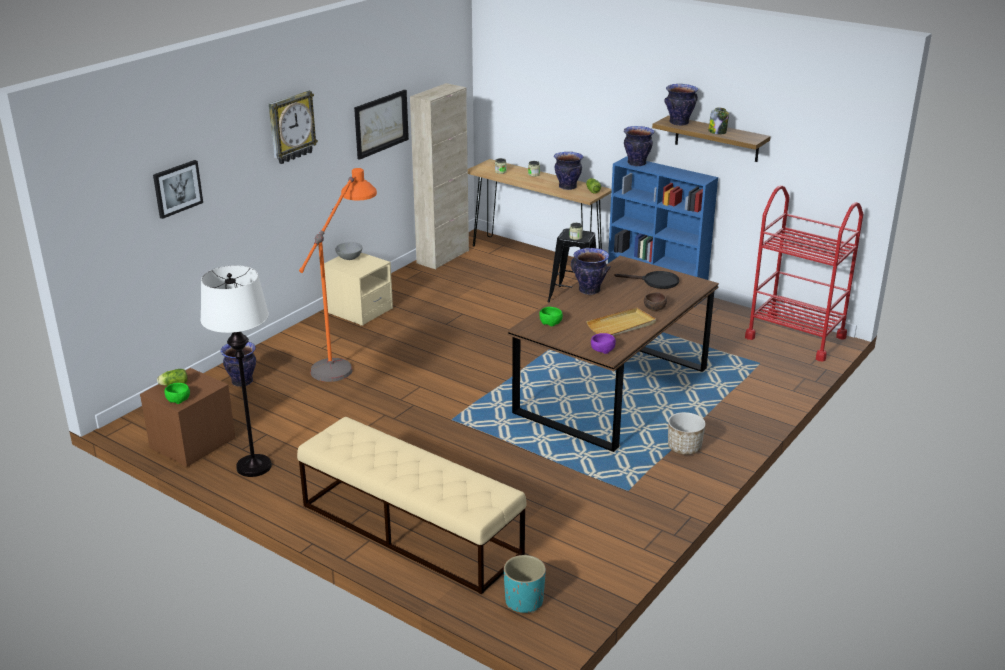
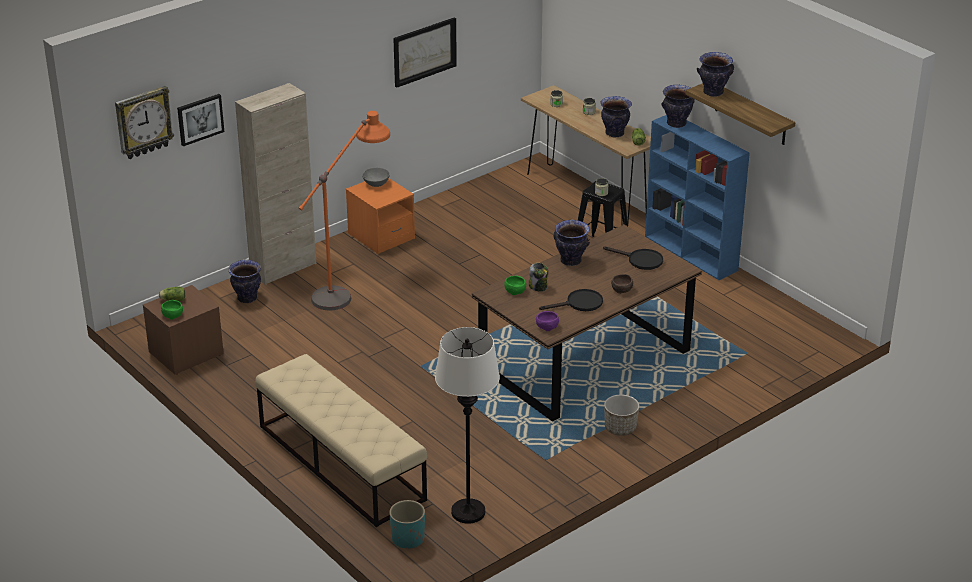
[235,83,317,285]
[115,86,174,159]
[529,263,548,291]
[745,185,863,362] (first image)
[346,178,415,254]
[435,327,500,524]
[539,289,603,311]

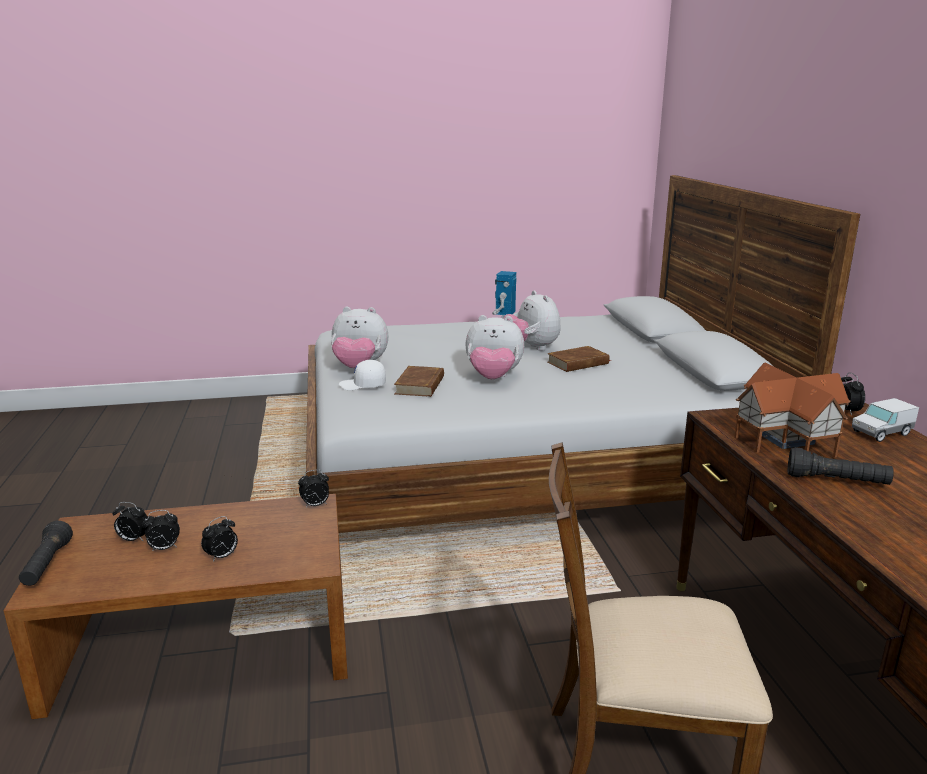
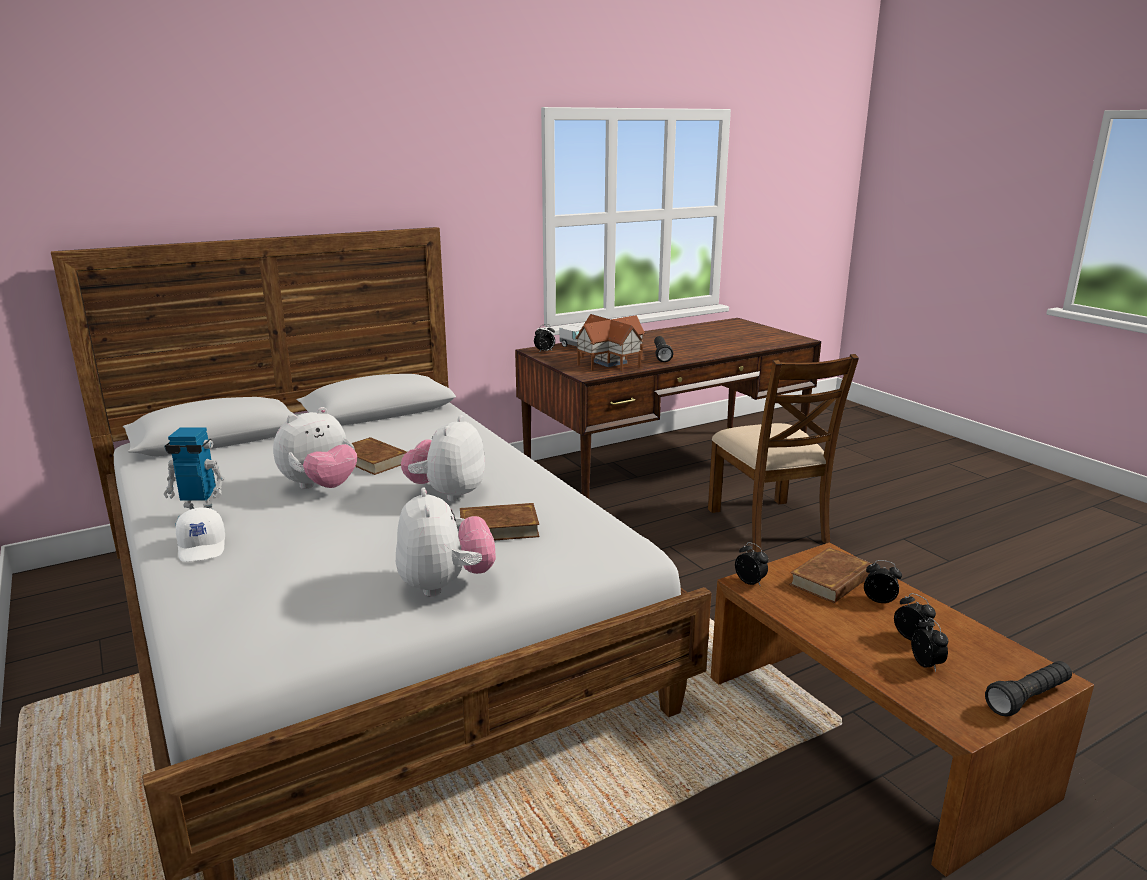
[401,415,485,502]
[176,507,225,562]
[789,547,873,603]

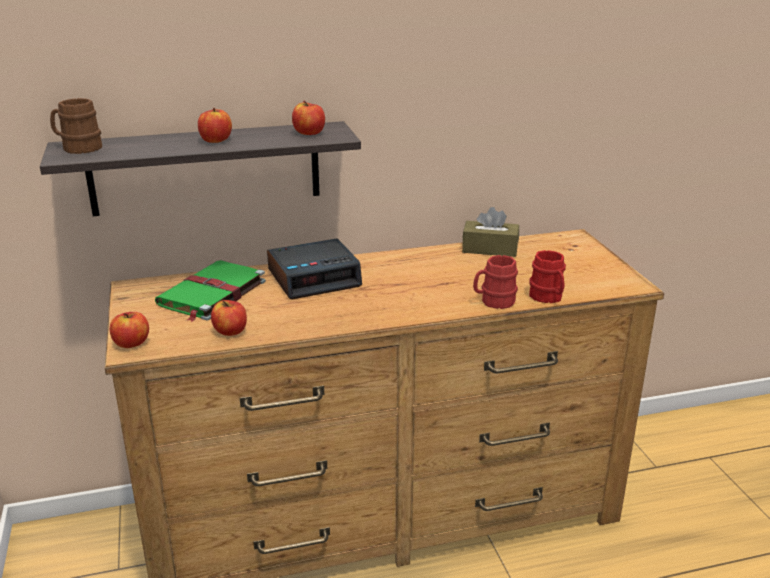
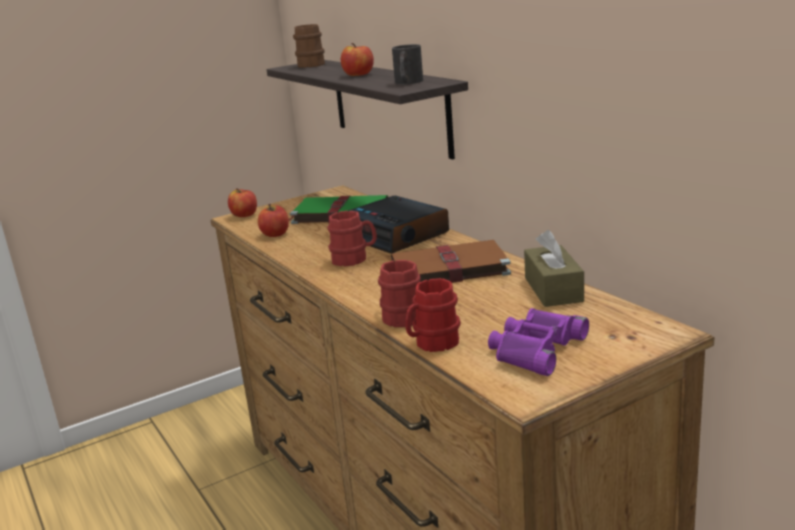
[392,44,423,84]
[328,211,377,267]
[391,240,511,283]
[488,308,589,376]

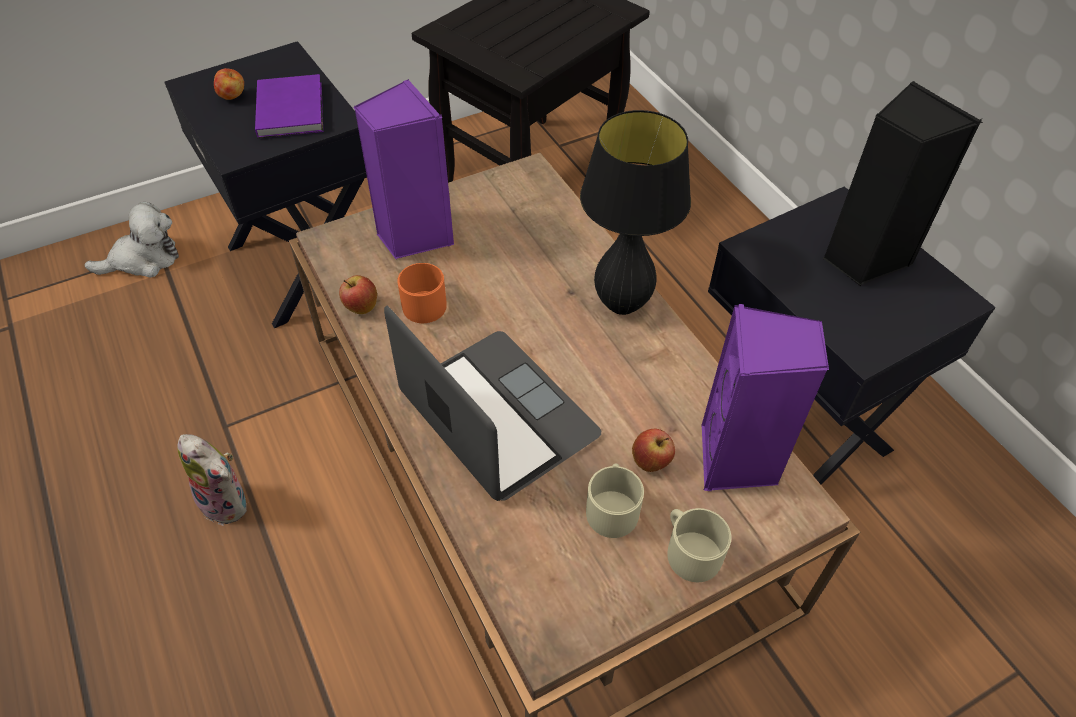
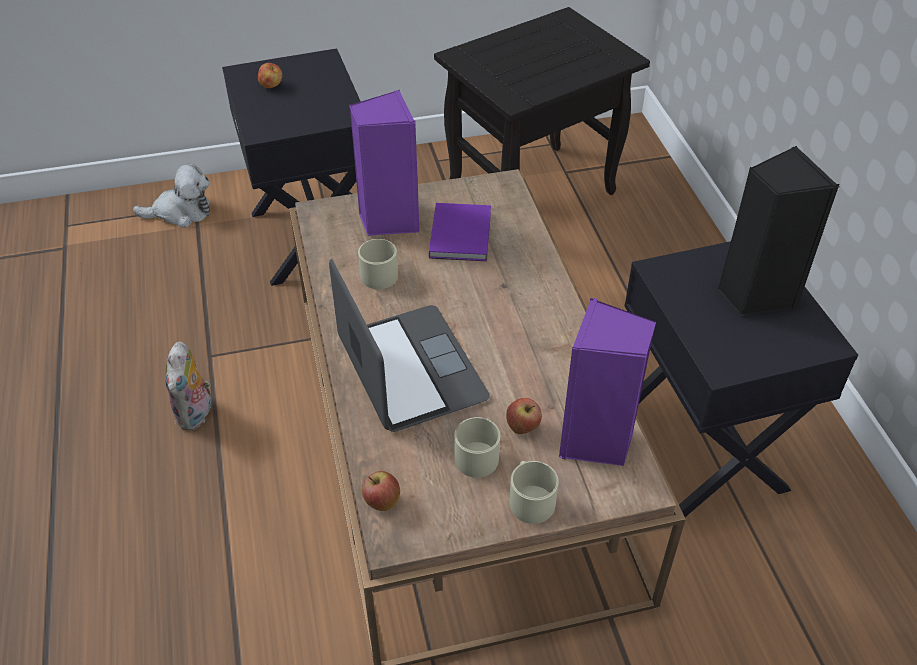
[429,203,491,261]
[580,110,691,315] (first image)
[358,239,398,289]
[362,471,400,511]
[165,342,211,431]

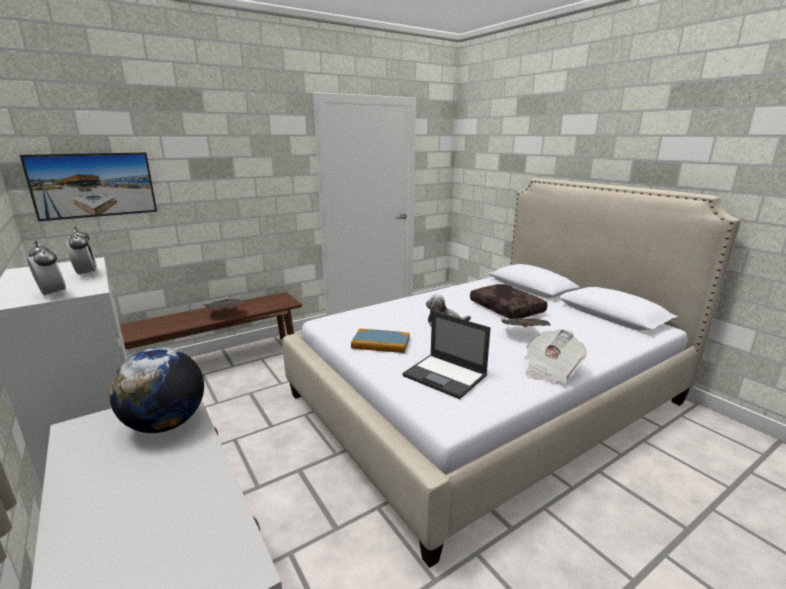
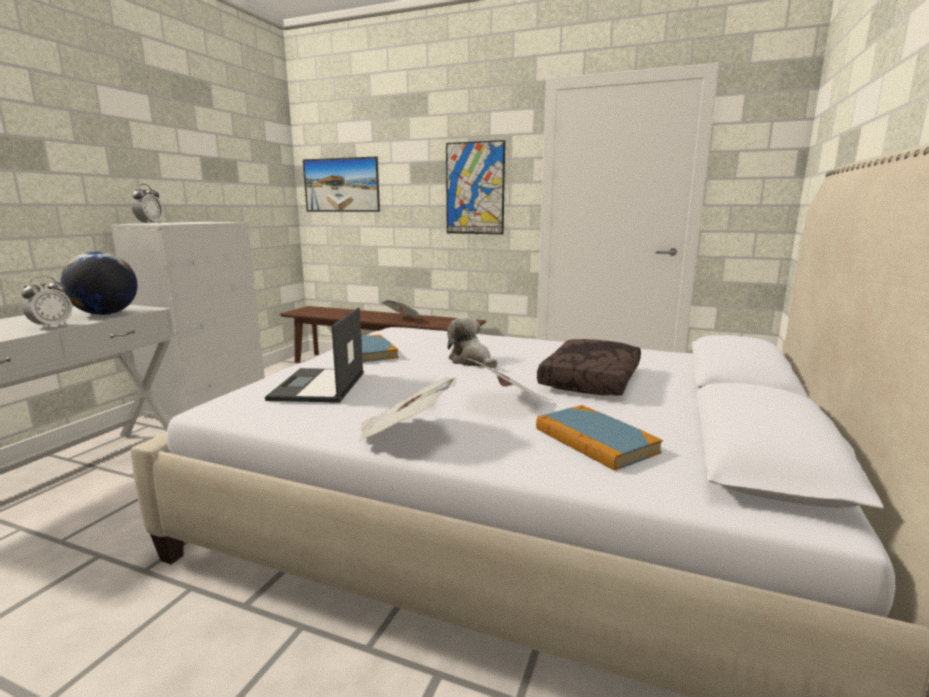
[21,276,72,329]
[446,140,505,234]
[536,405,663,471]

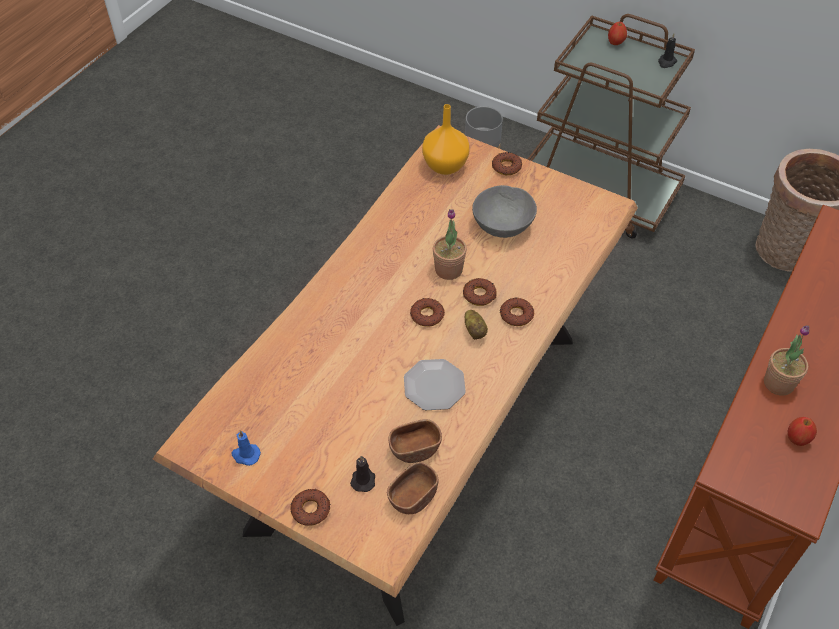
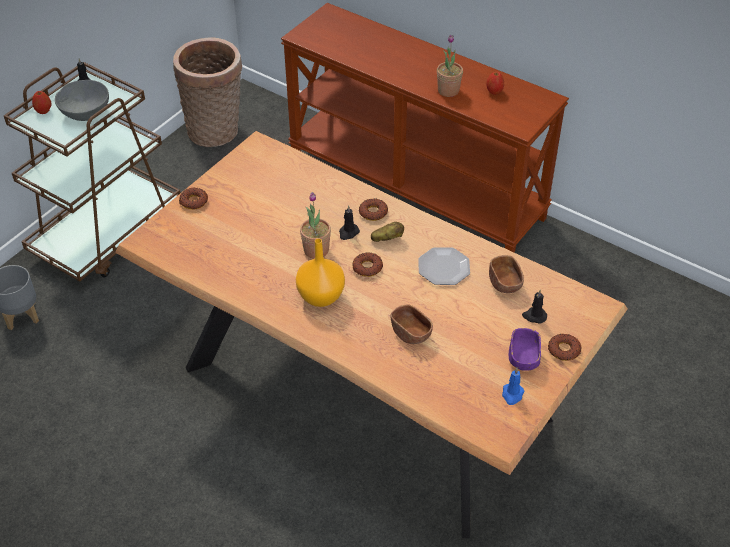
[296,238,345,307]
[55,80,109,121]
[339,205,360,240]
[390,304,433,344]
[509,328,541,371]

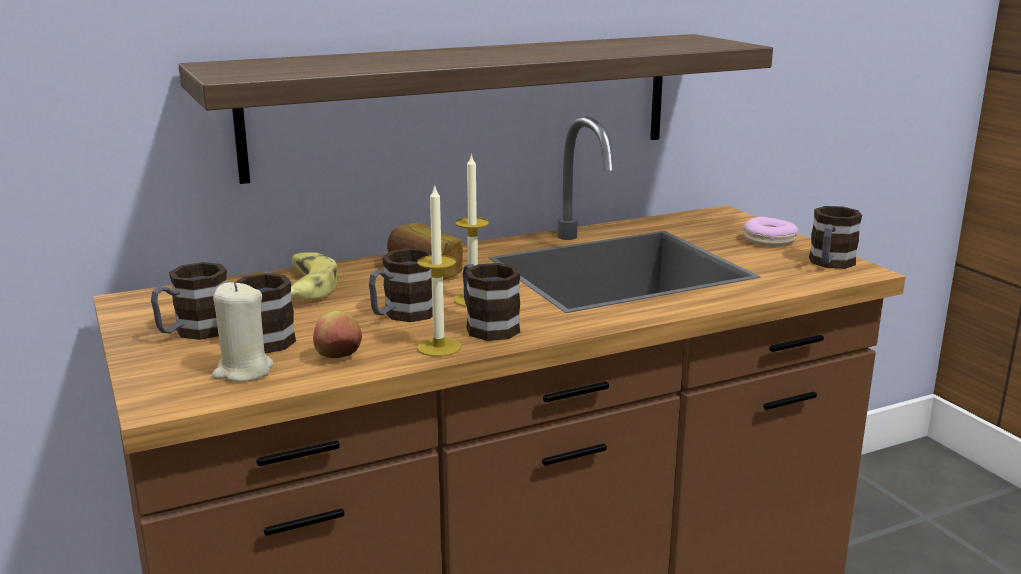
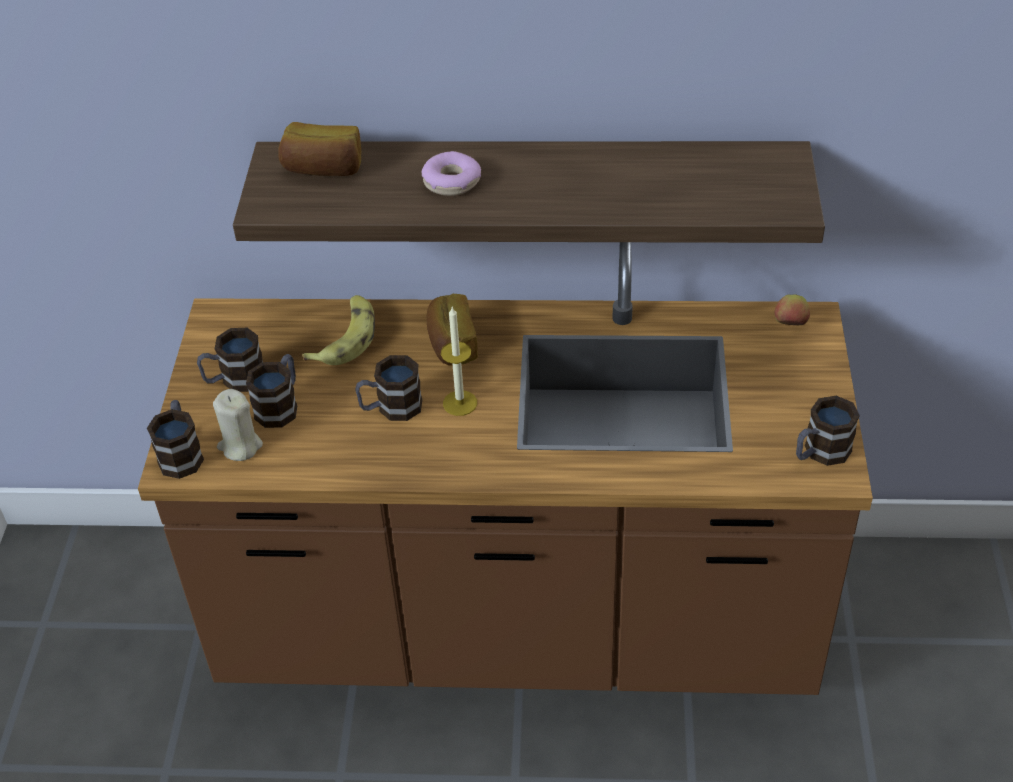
[417,184,461,357] (first image)
[422,151,481,196]
[147,400,204,479]
[774,294,810,325]
[278,122,361,176]

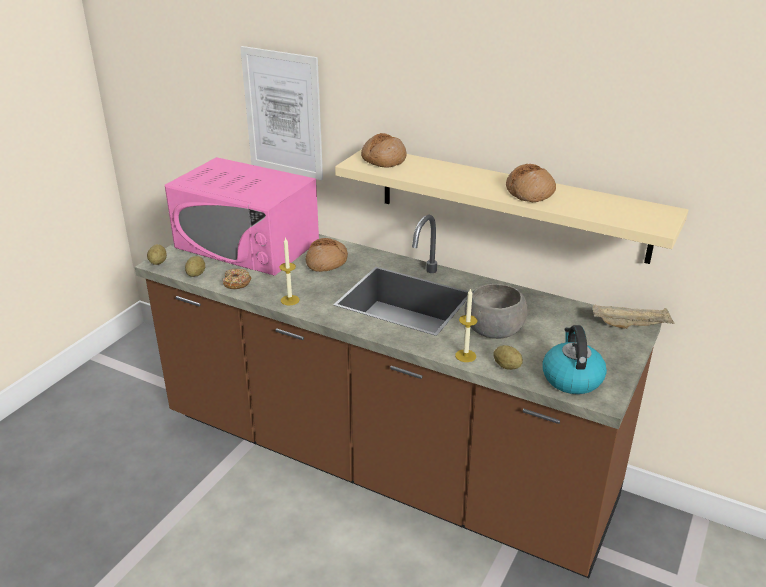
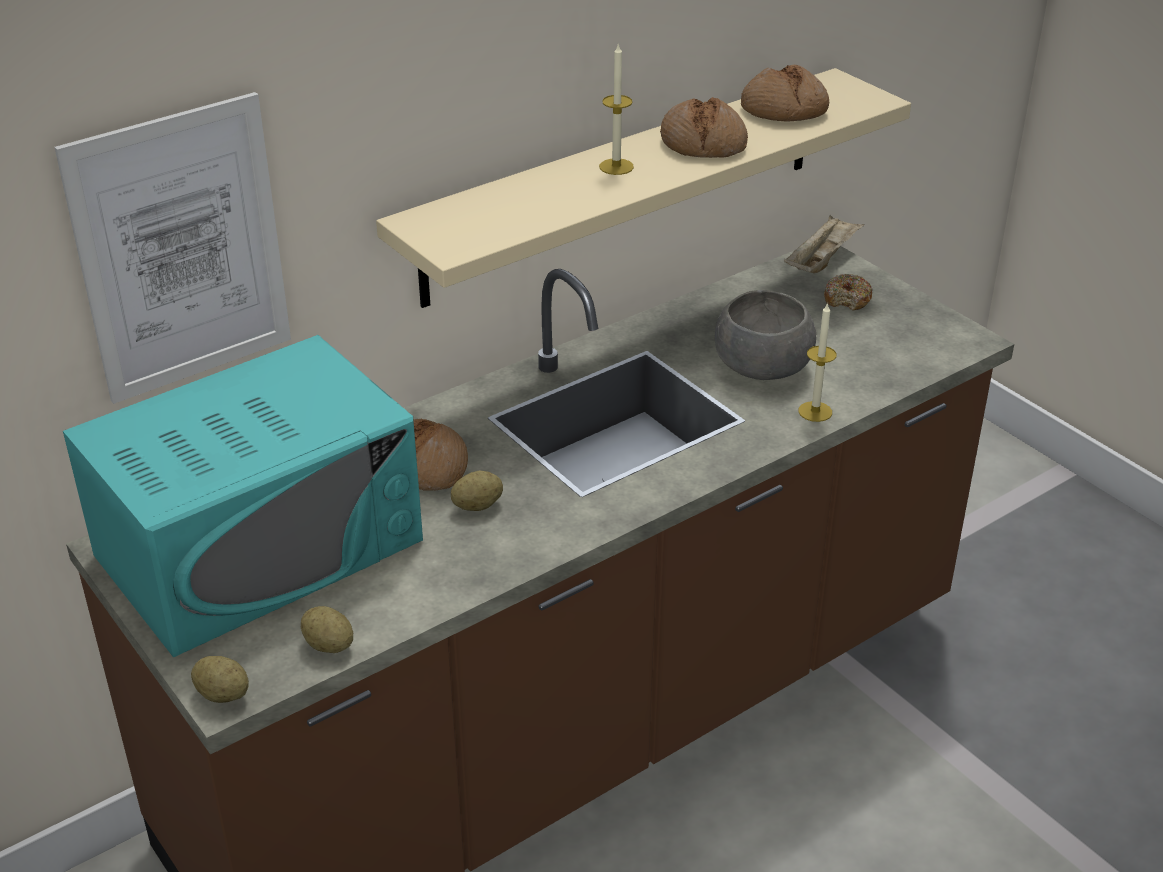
[741,65,829,121]
[63,335,423,658]
[599,43,634,175]
[824,274,873,311]
[543,325,607,394] (first image)
[451,470,503,511]

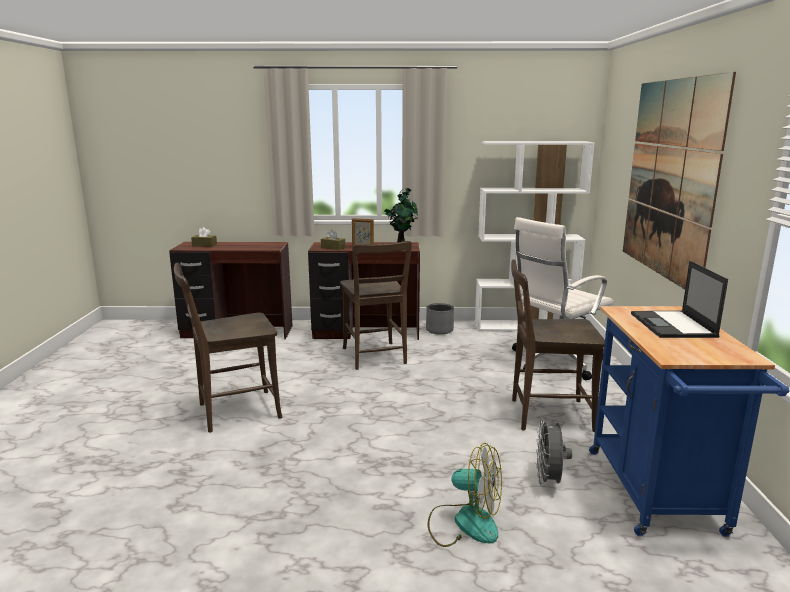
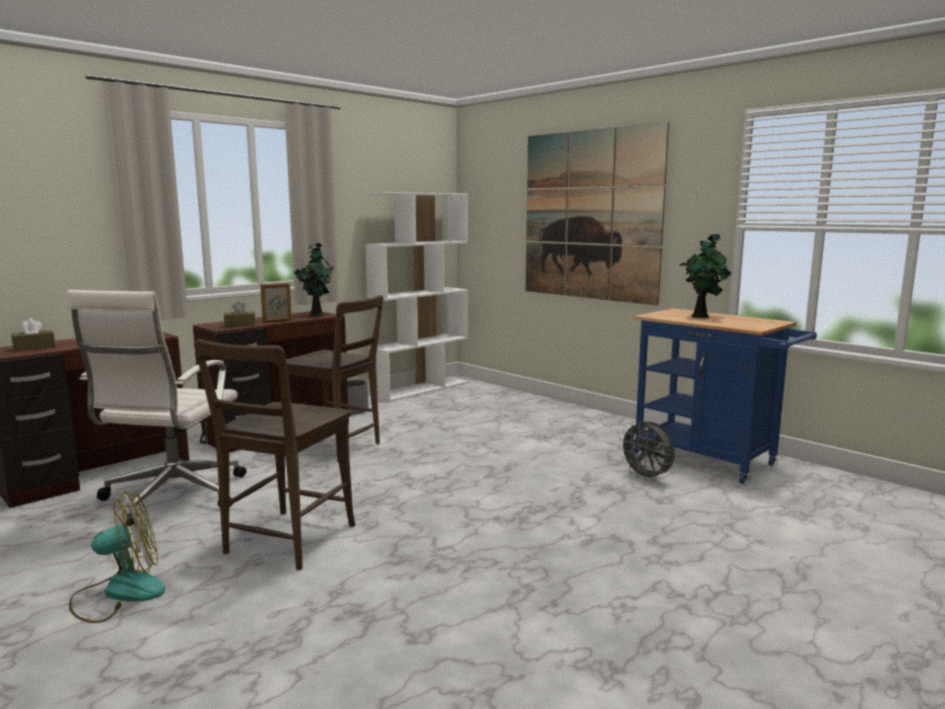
[67,290,247,526]
[511,259,605,432] (first image)
[680,234,732,318]
[69,492,165,623]

